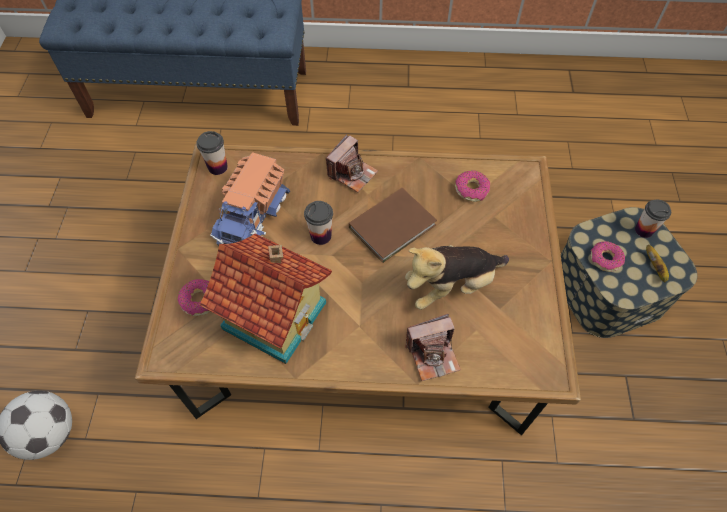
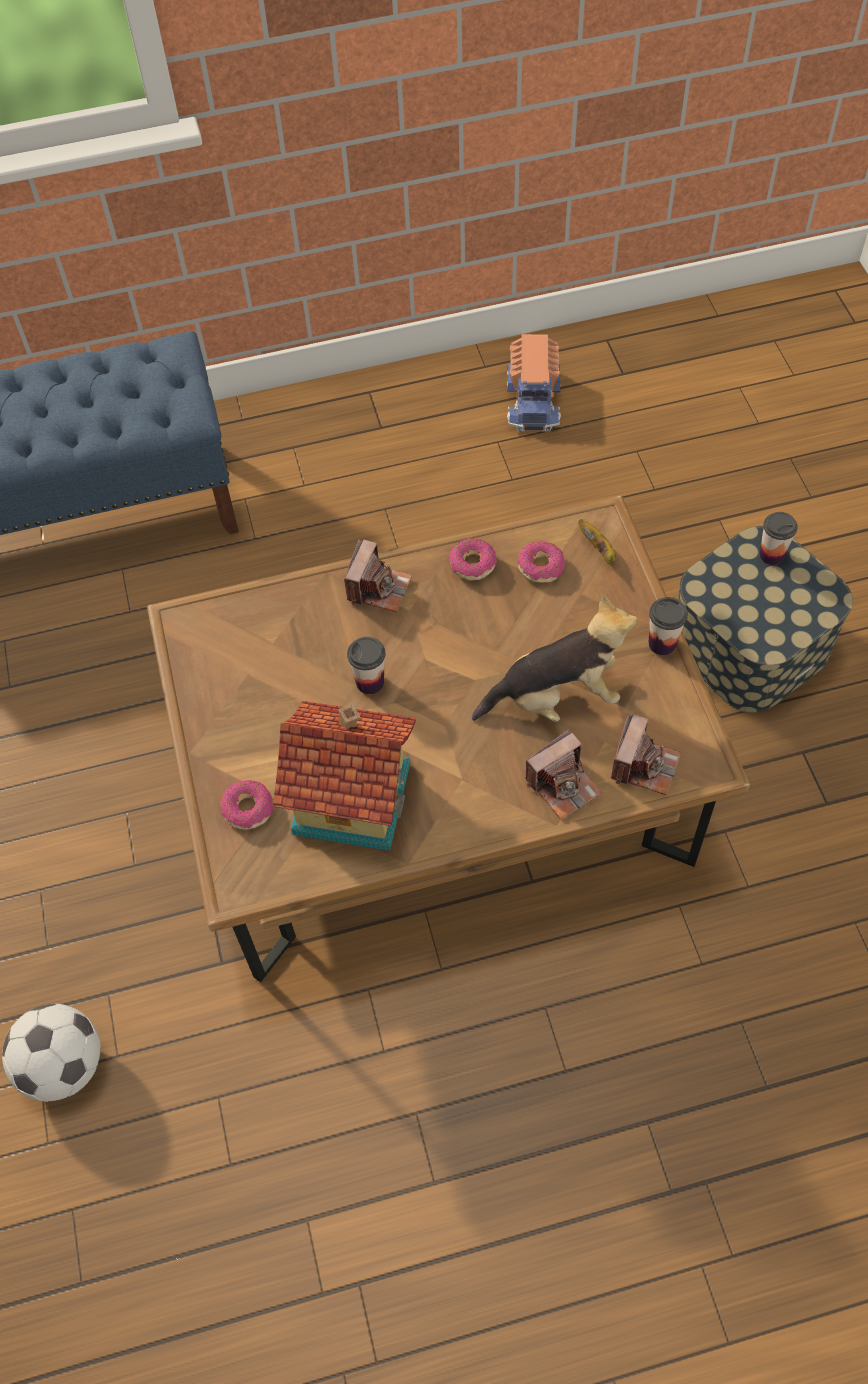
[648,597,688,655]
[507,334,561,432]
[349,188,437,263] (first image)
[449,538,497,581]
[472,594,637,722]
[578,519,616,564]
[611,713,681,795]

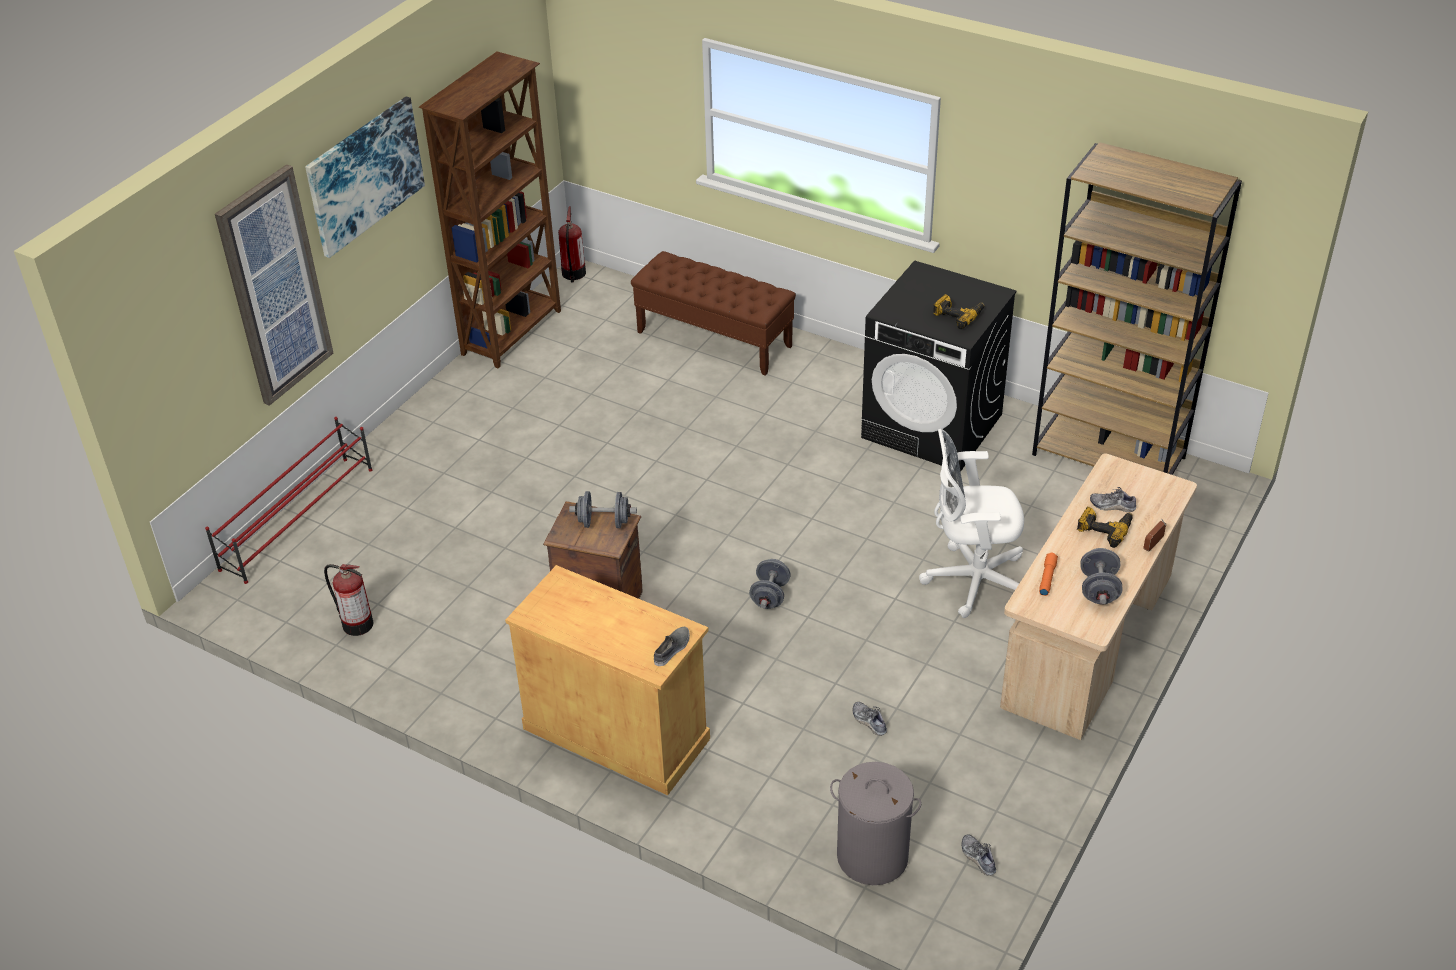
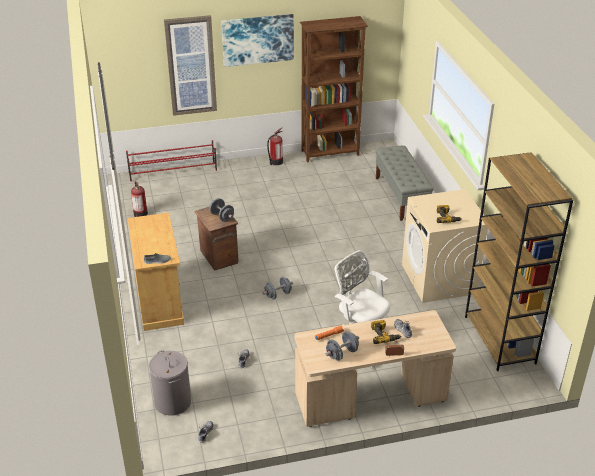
[267,128,283,165]
[376,146,433,221]
[402,189,488,303]

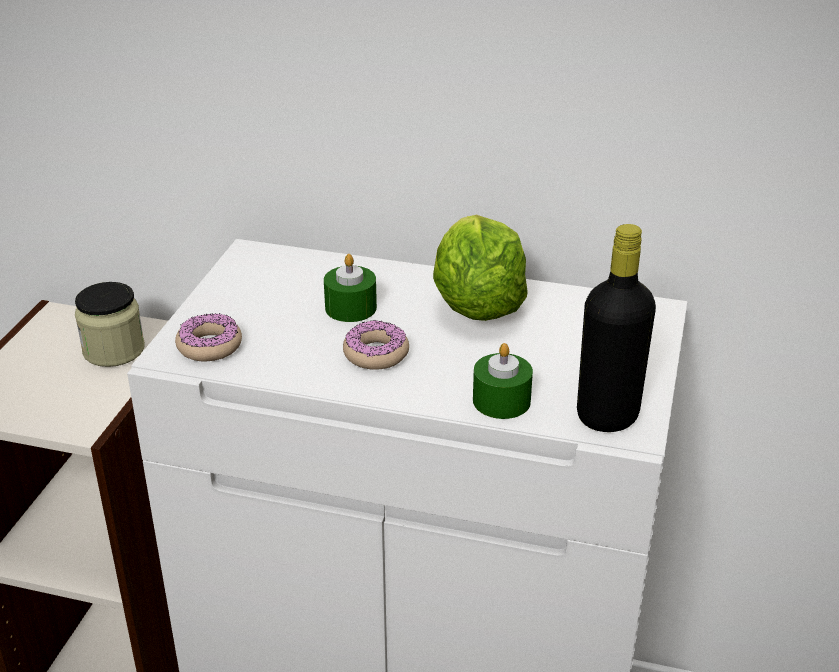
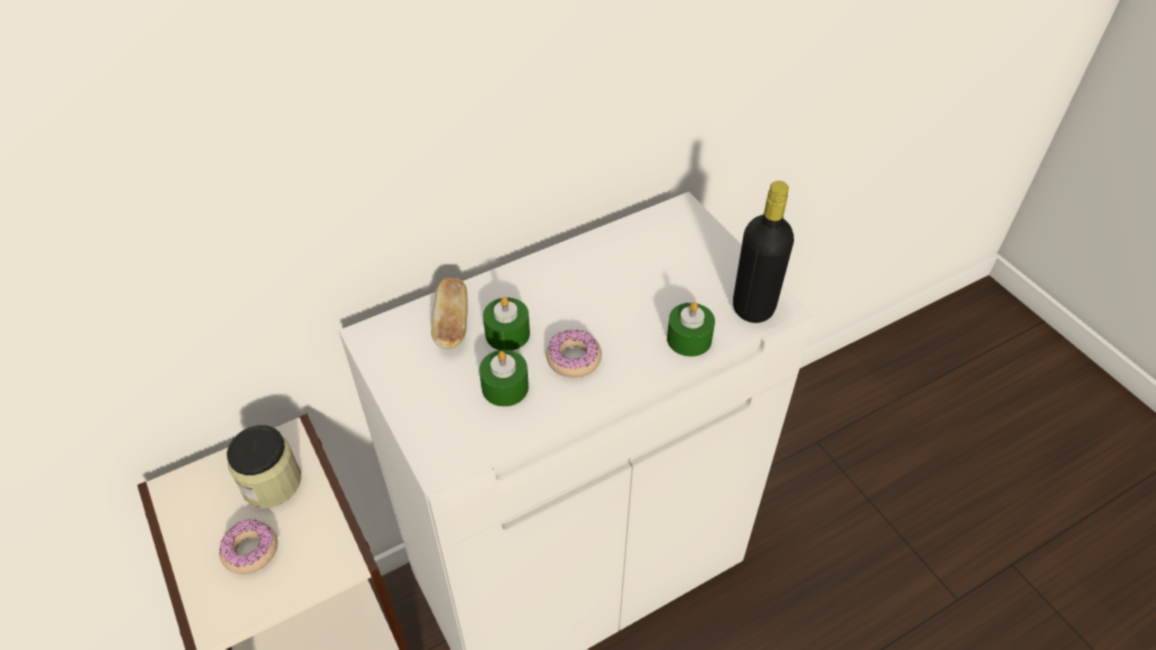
[433,215,528,321] (first image)
[219,519,278,574]
[431,278,468,349]
[479,350,529,407]

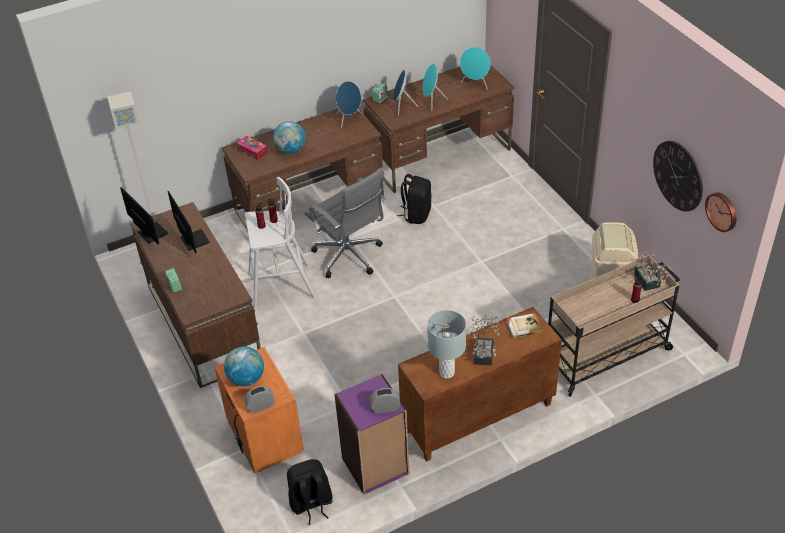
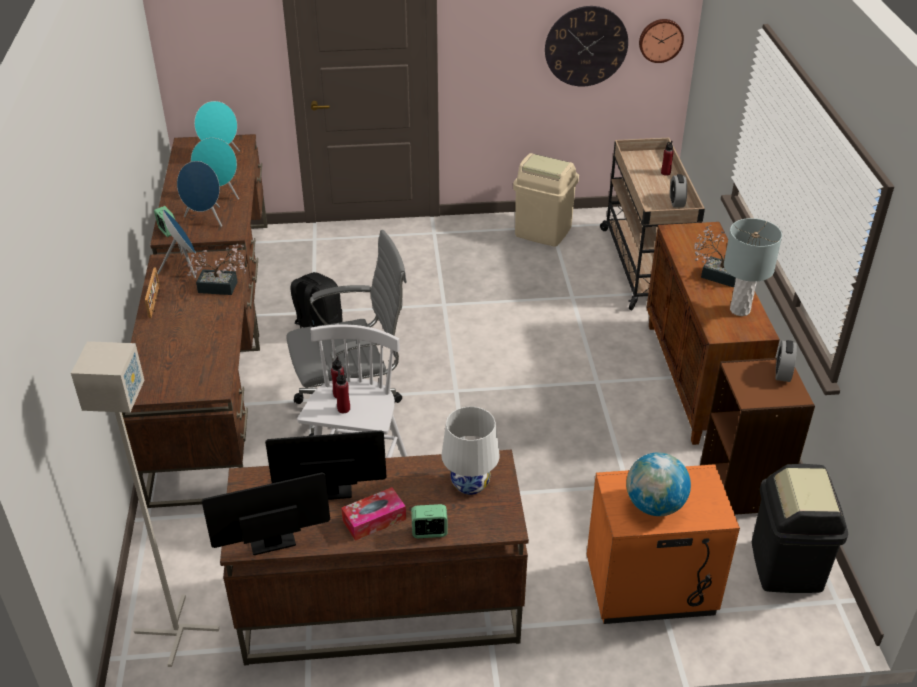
[273,121,306,154] (first image)
[341,487,406,541]
[187,244,246,295]
[506,313,543,338] (first image)
[700,358,815,515]
[670,174,687,207]
[752,464,848,593]
[145,267,160,318]
[441,406,499,495]

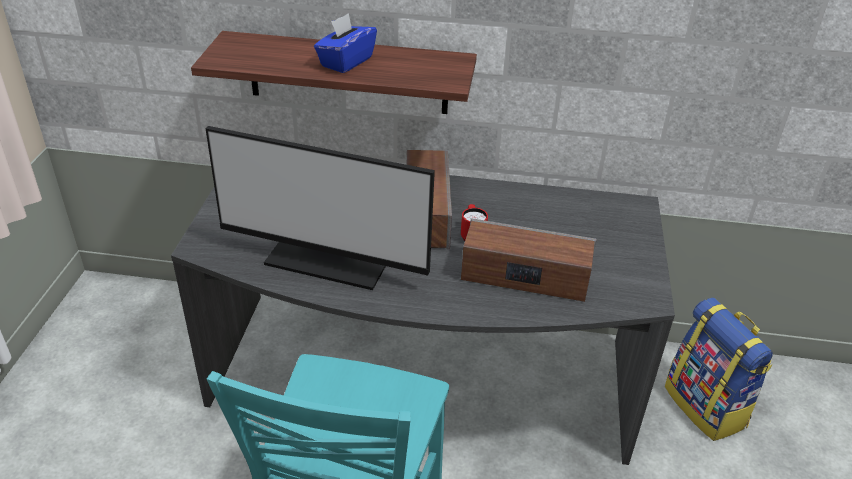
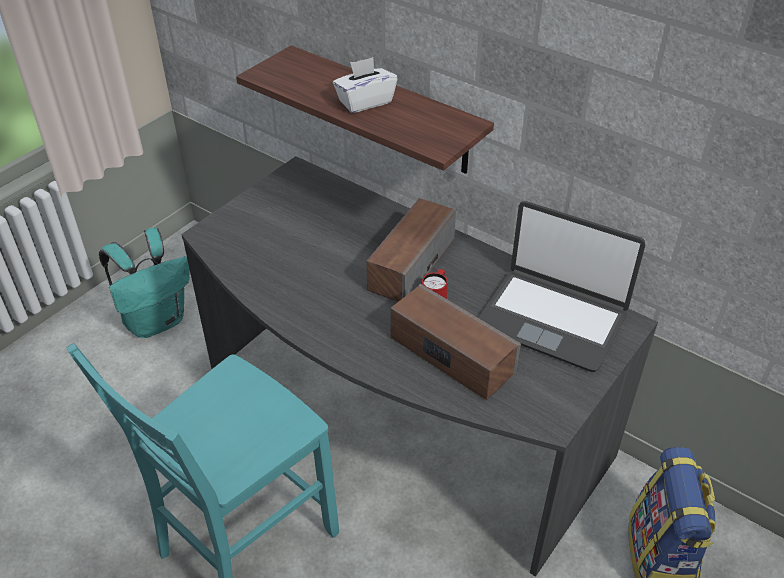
[333,57,397,113]
[206,126,435,290] (first image)
[479,201,645,372]
[99,228,190,338]

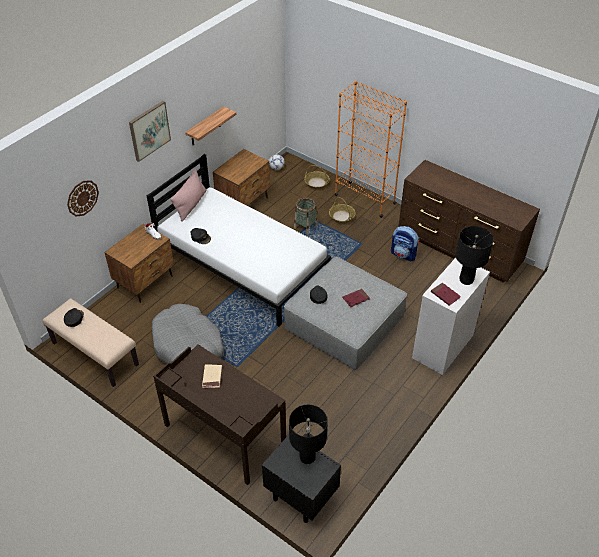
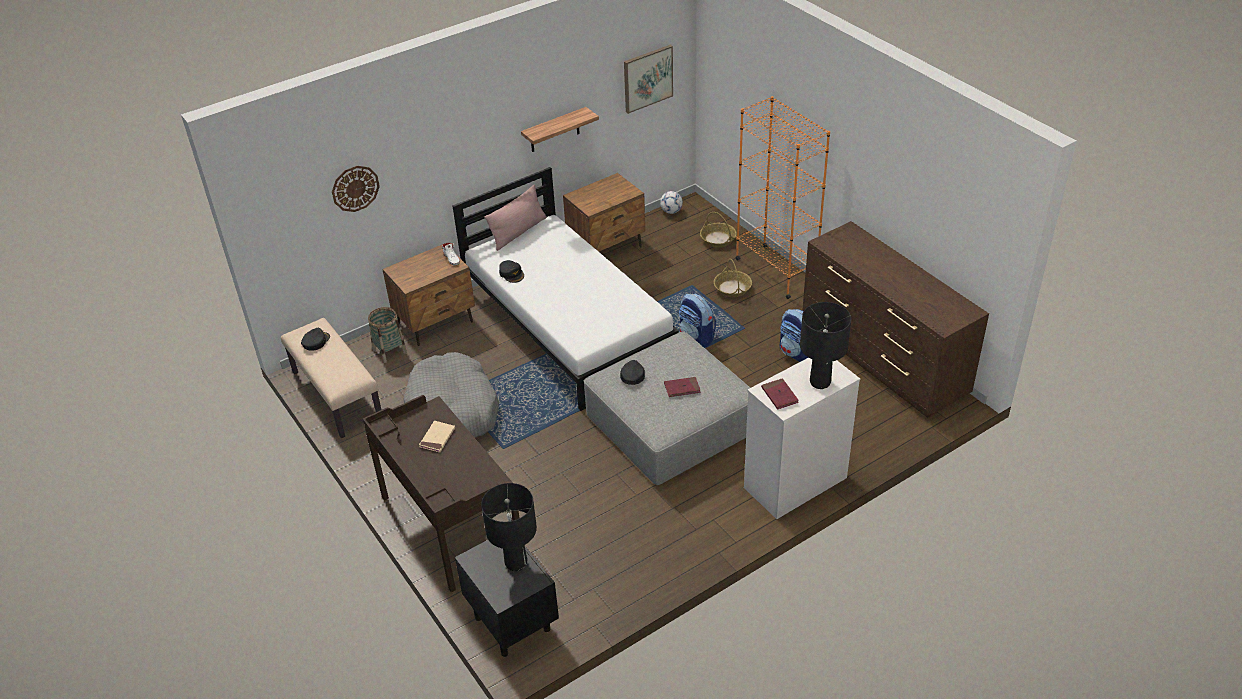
[624,45,673,114]
[368,307,407,363]
[679,294,716,347]

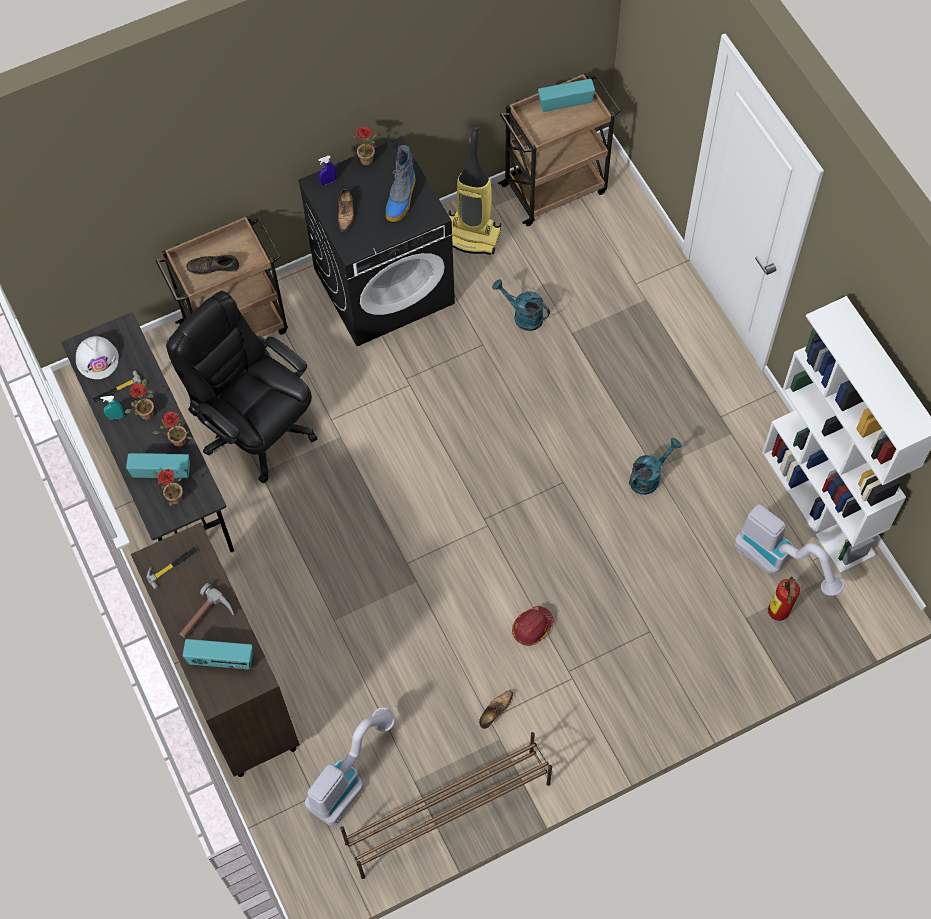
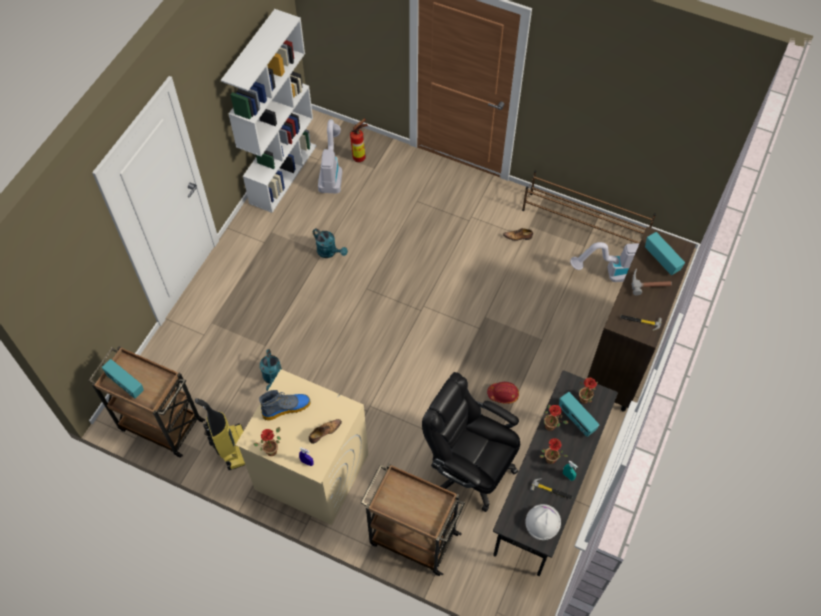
[236,369,368,525]
[186,255,239,275] (first image)
[422,372,520,512]
[313,228,348,258]
[487,382,519,404]

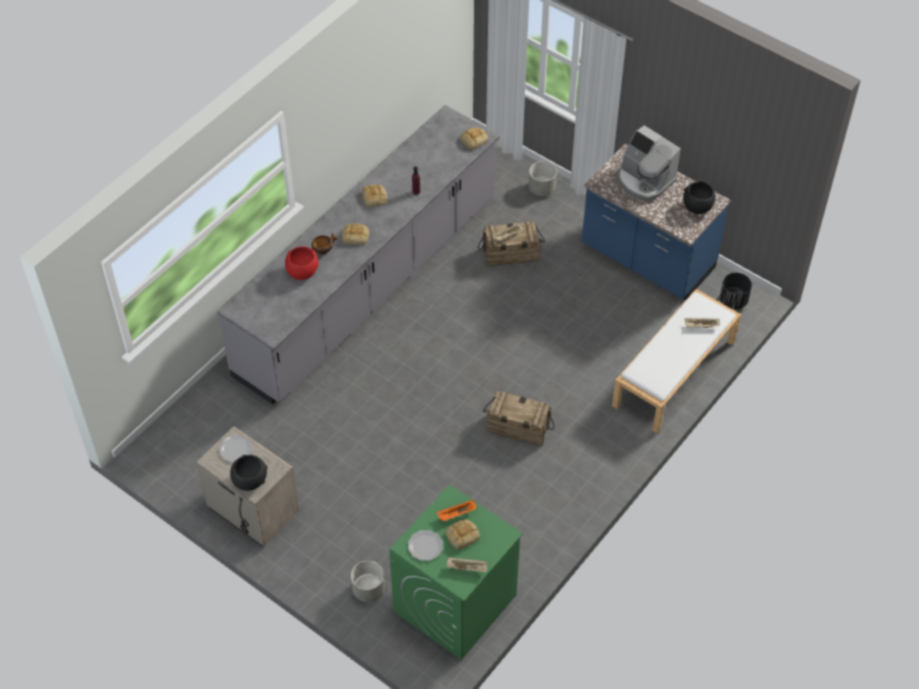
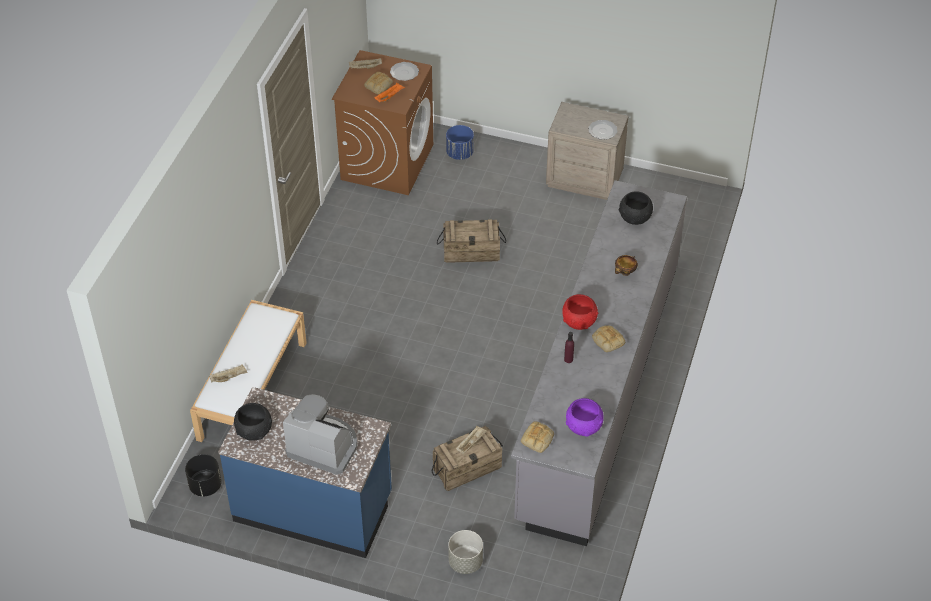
[342,223,369,244] (first image)
[562,294,598,330]
[437,219,506,263]
[619,191,653,225]
[332,50,433,195]
[446,125,474,160]
[566,398,604,437]

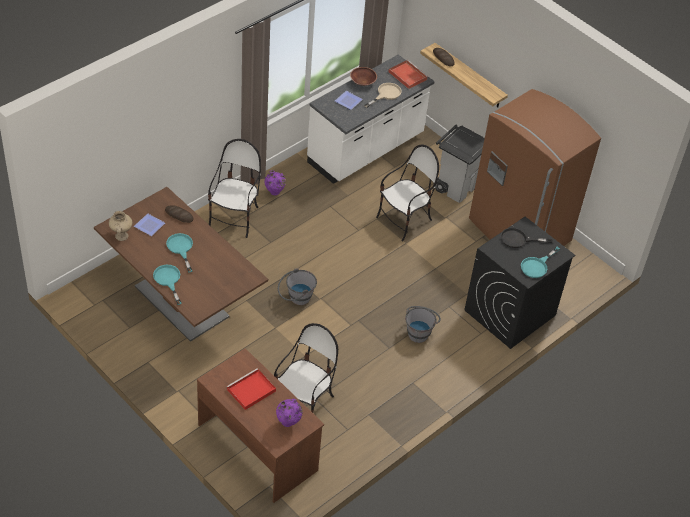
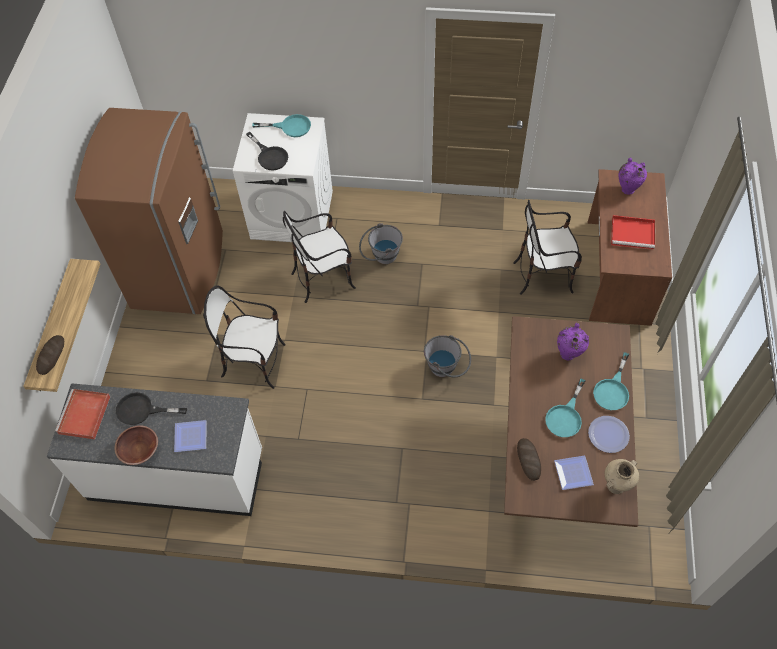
[116,392,187,425]
[435,125,485,203] (first image)
[283,211,356,303]
[557,323,589,360]
[233,113,333,242]
[588,416,630,453]

